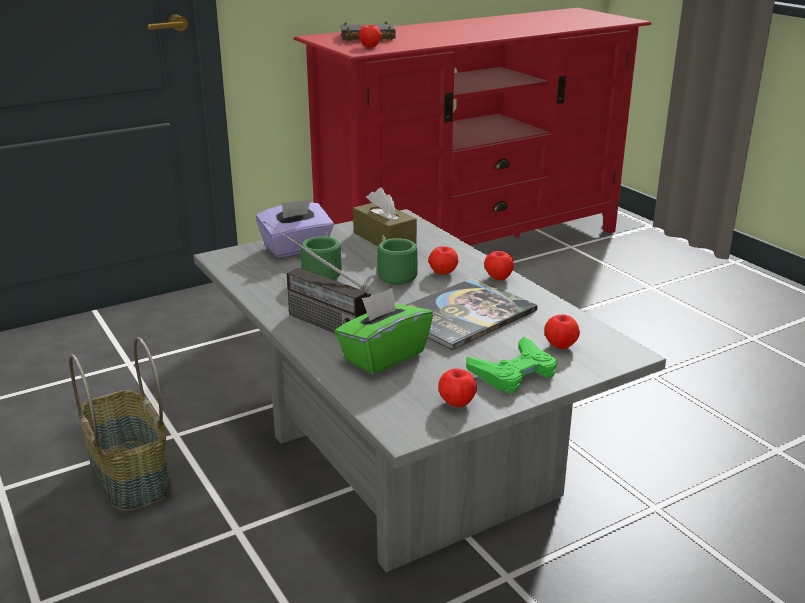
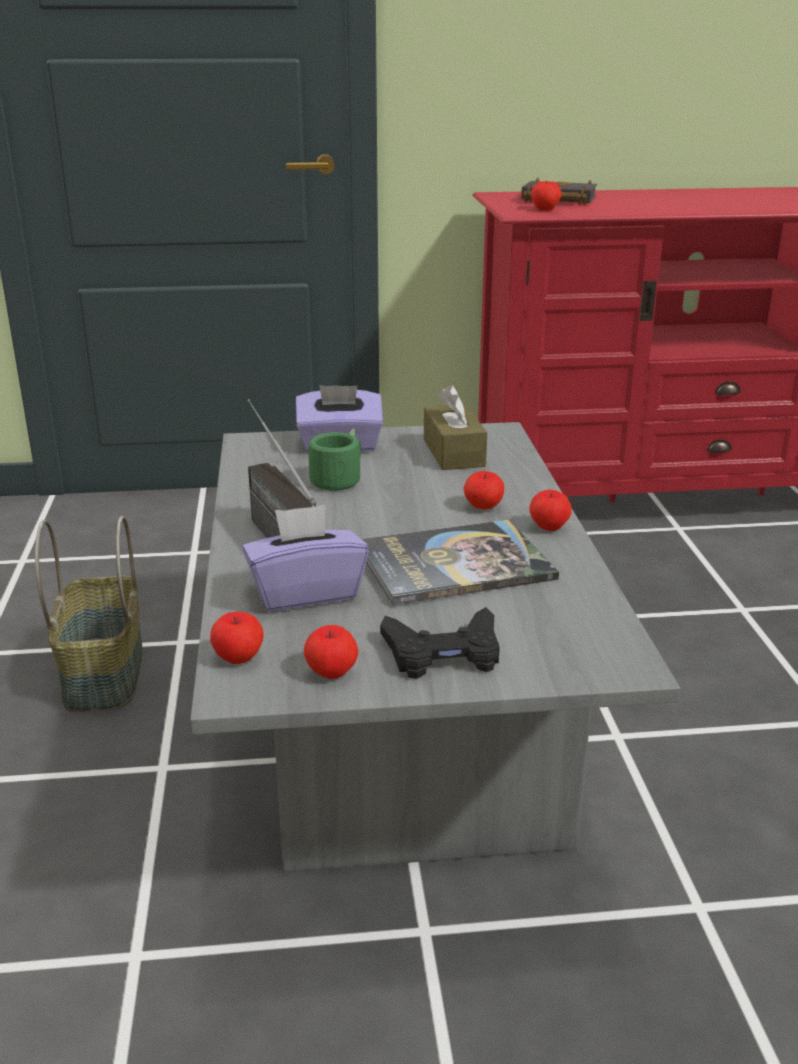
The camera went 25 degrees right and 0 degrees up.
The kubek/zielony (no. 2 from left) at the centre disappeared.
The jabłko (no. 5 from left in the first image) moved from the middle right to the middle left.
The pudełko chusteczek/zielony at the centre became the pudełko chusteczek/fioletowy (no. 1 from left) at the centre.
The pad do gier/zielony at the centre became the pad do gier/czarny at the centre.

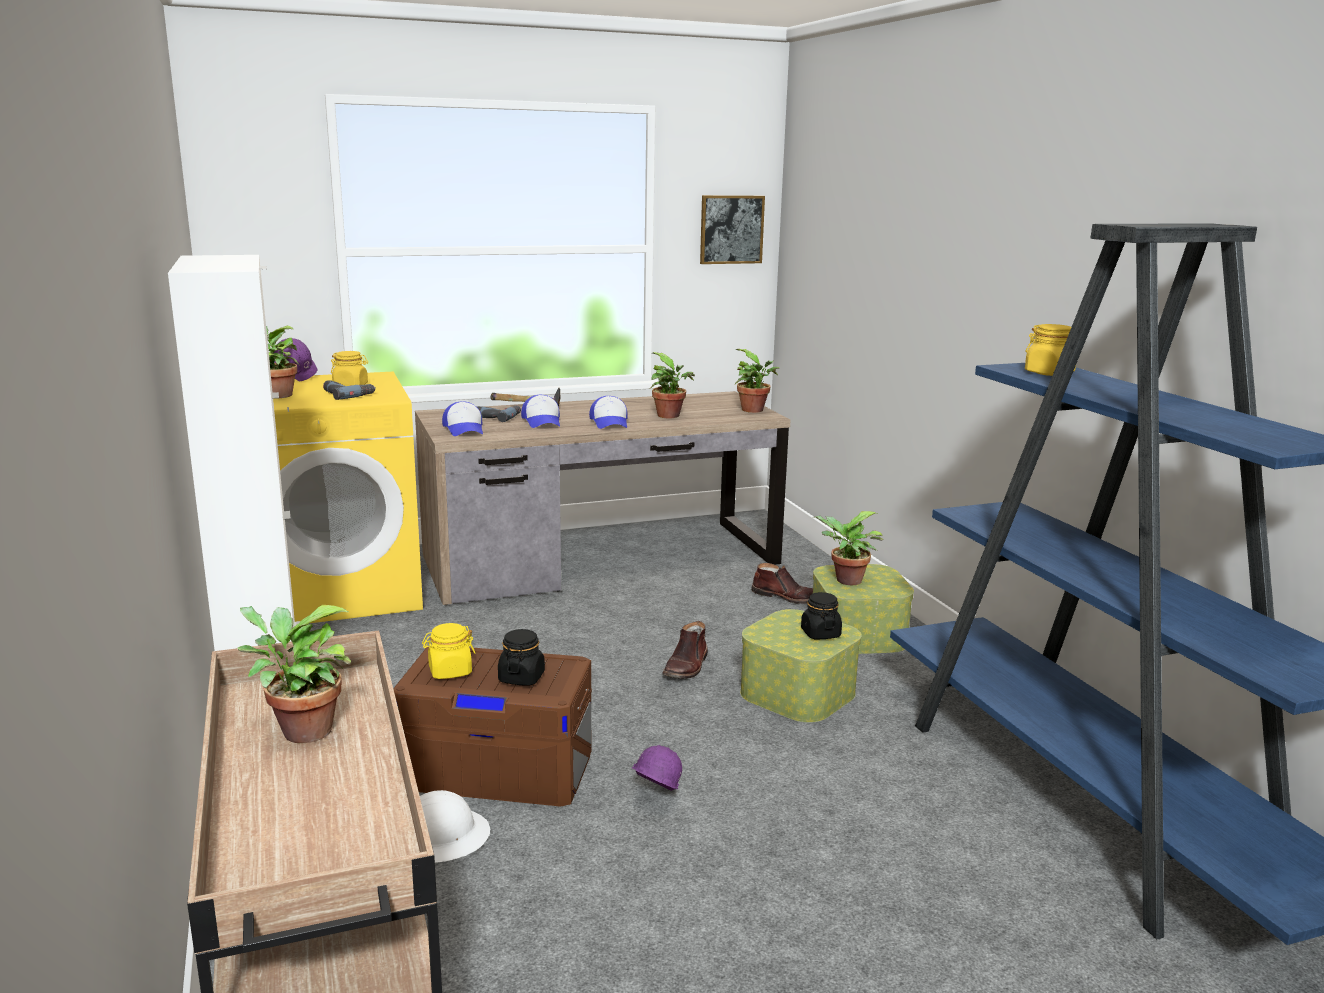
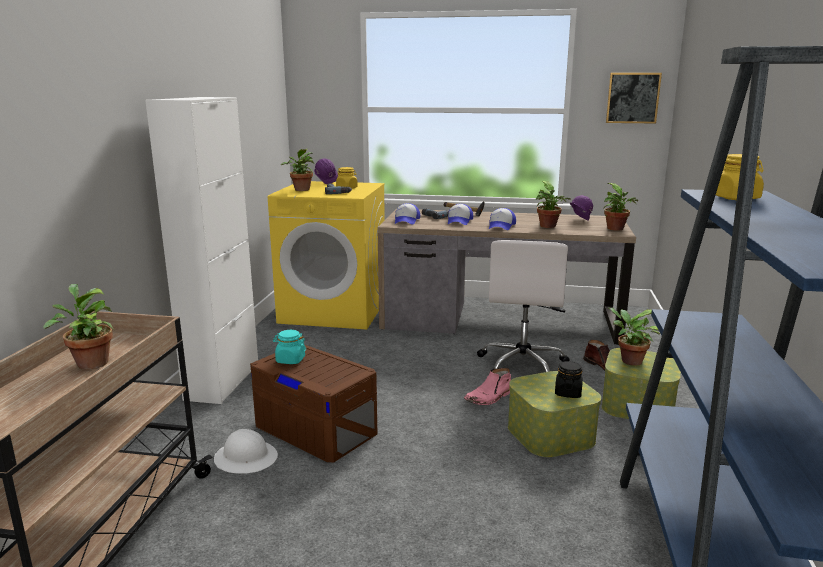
The camera went 30 degrees right and 0 degrees up.
The słoik/czarny (no. 1 from left) at the centre disappeared.
The krzesło biurowe/biały at the centre appeared.
The kask/fioletowy (no. 2 from left) moved from the bottom centre to the middle right.
The słoik/żółty (no. 2 from left) at the centre became the słoik/turkusowy at the centre.
The but z cholewką/brązowy (no. 1 from left) at the centre became the but z cholewką/różowy at the bottom centre.

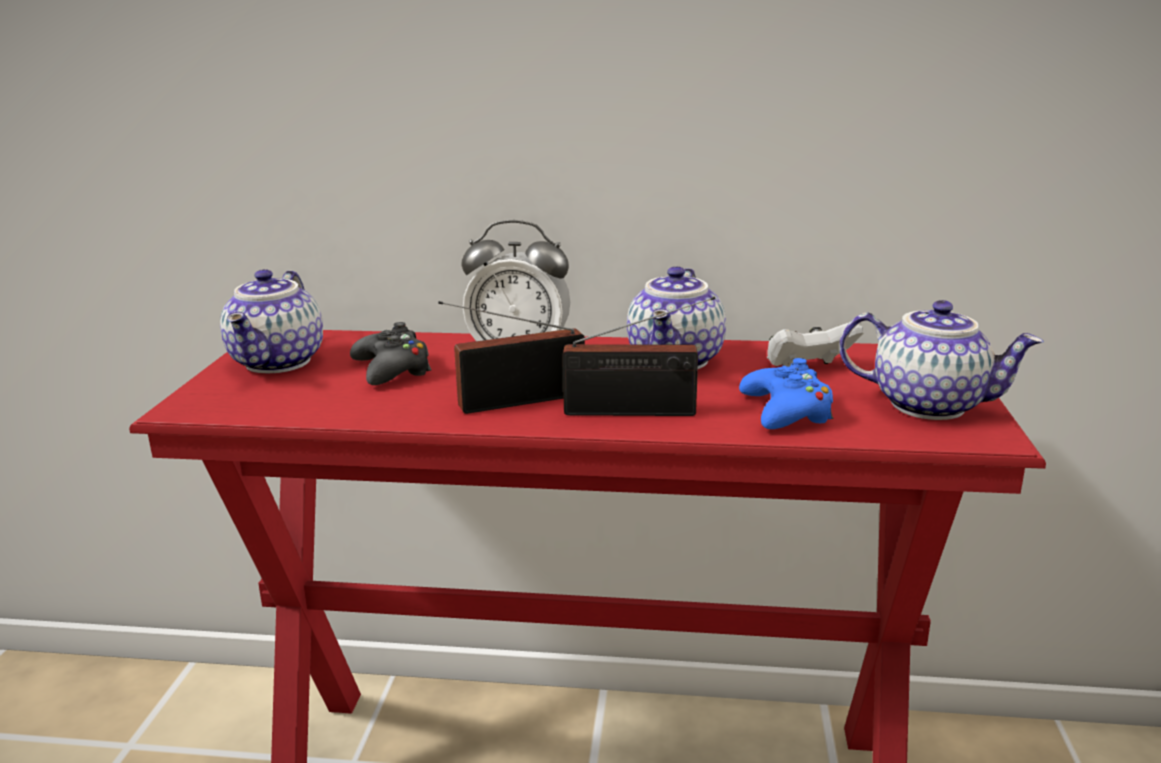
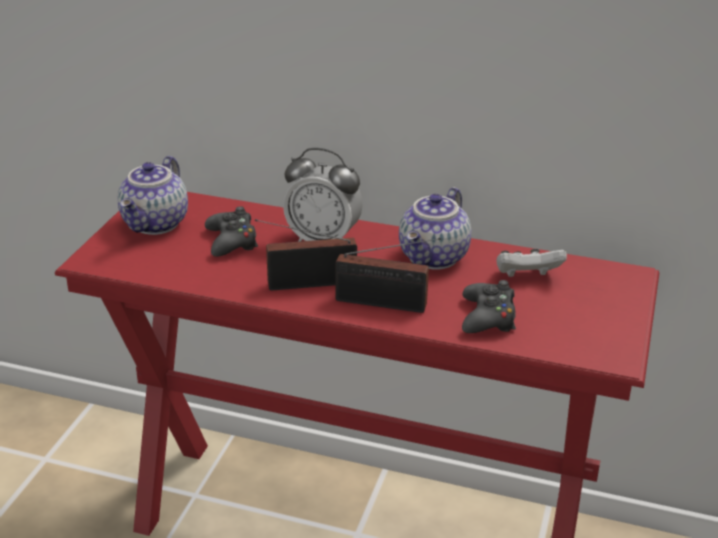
The camera went 10 degrees right and 10 degrees up.
The imbryk (no. 3 from left) at the middle right disappeared.
The pad do gier/niebieski at the middle right became the pad do gier/czarny (no. 2 from left) at the middle right.

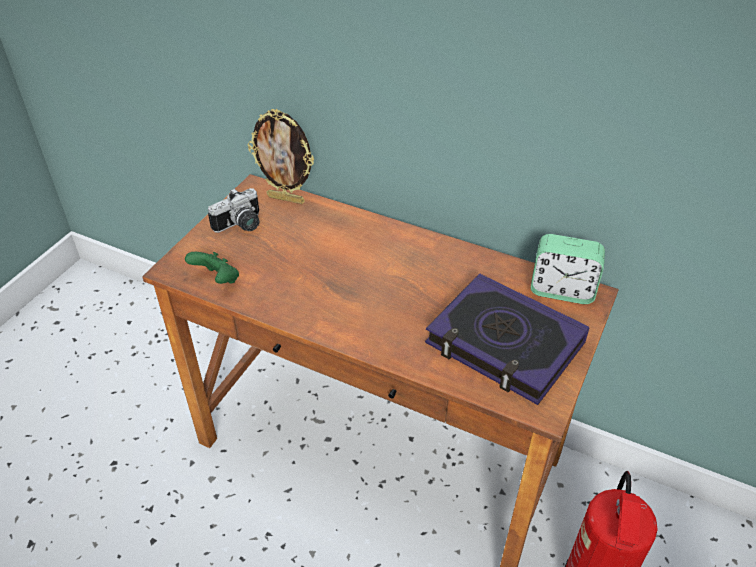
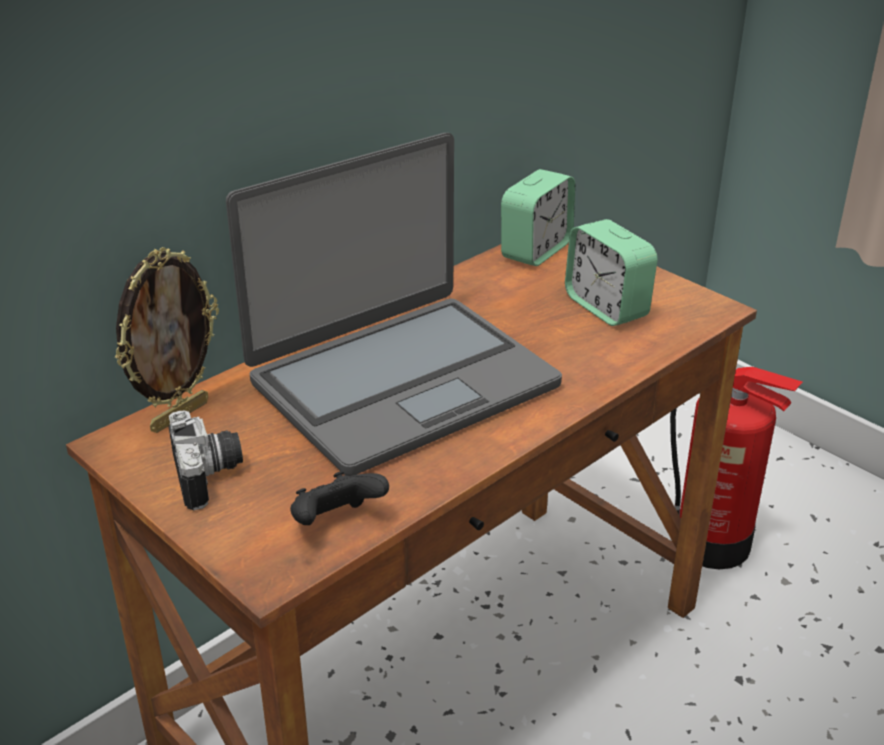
The camera went 70 degrees left and 10 degrees down.
The laptop at the centre appeared.
The książka at the middle right was replaced by the budzik (no. 2 from left) at the middle right.
The pad do gier/zielony at the middle left became the pad do gier/czarny at the bottom centre.

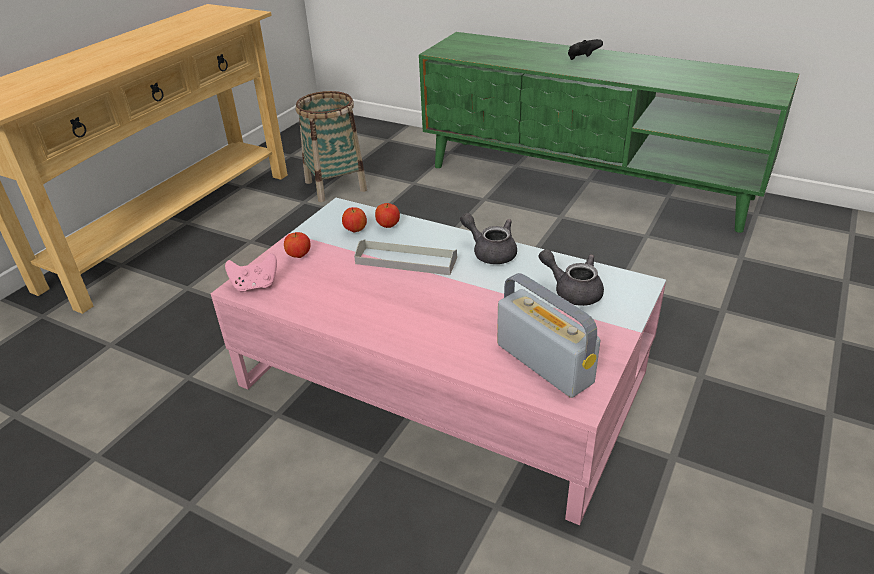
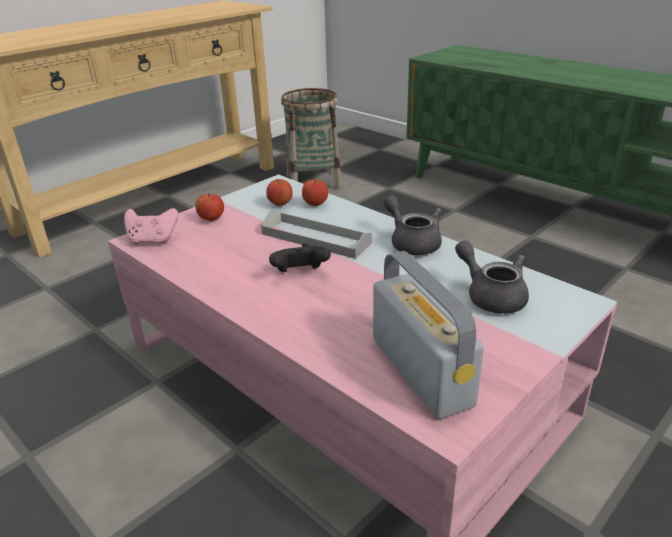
The camera went 15 degrees right and 5 degrees down.
The pad do gier/czarny moved from the top right to the centre.

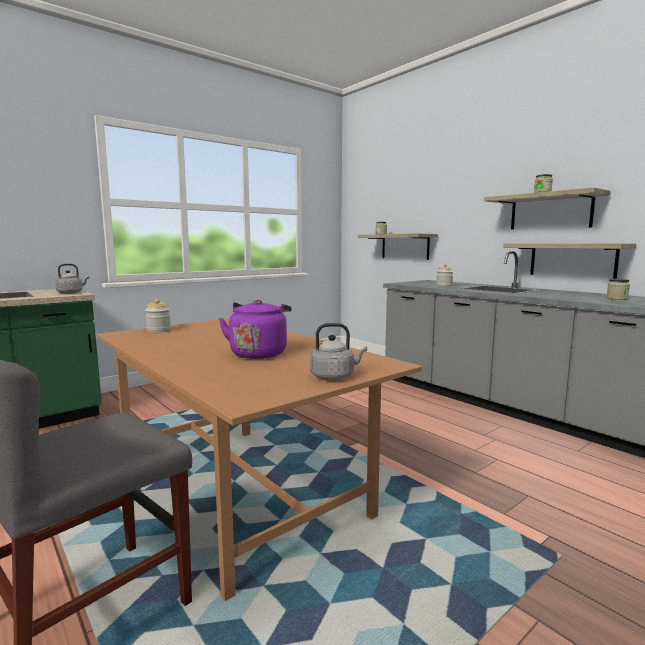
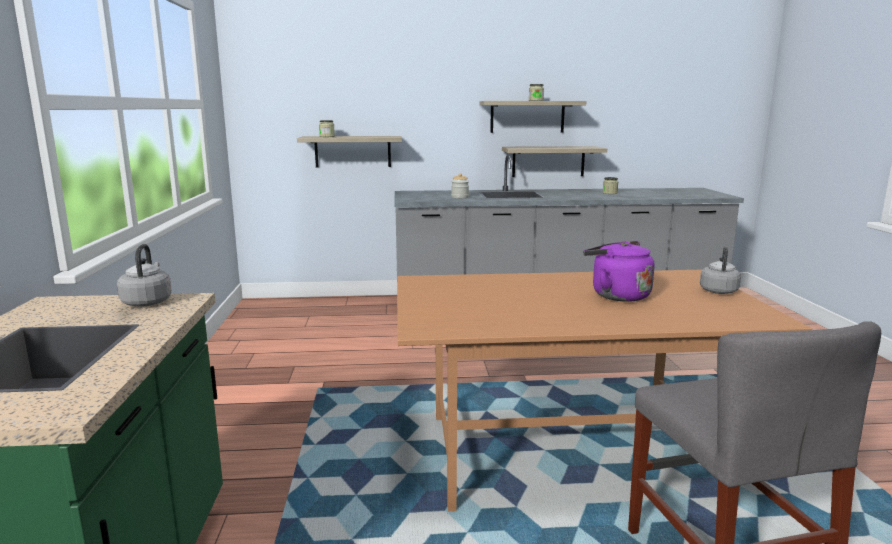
The camera went 55 degrees left and 5 degrees up.
The słoik (no. 1 from left) at the middle left disappeared.

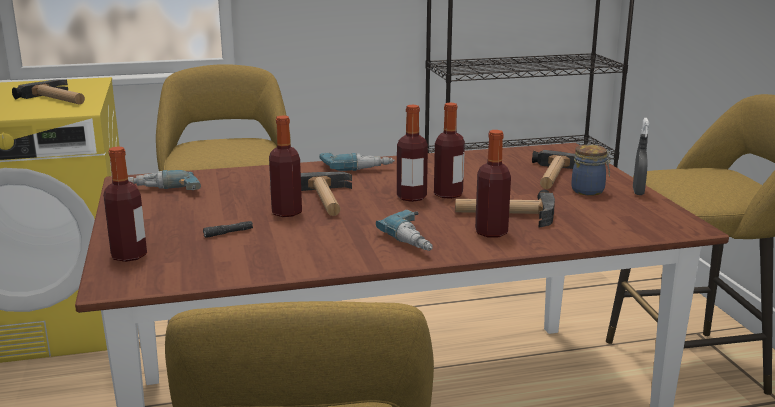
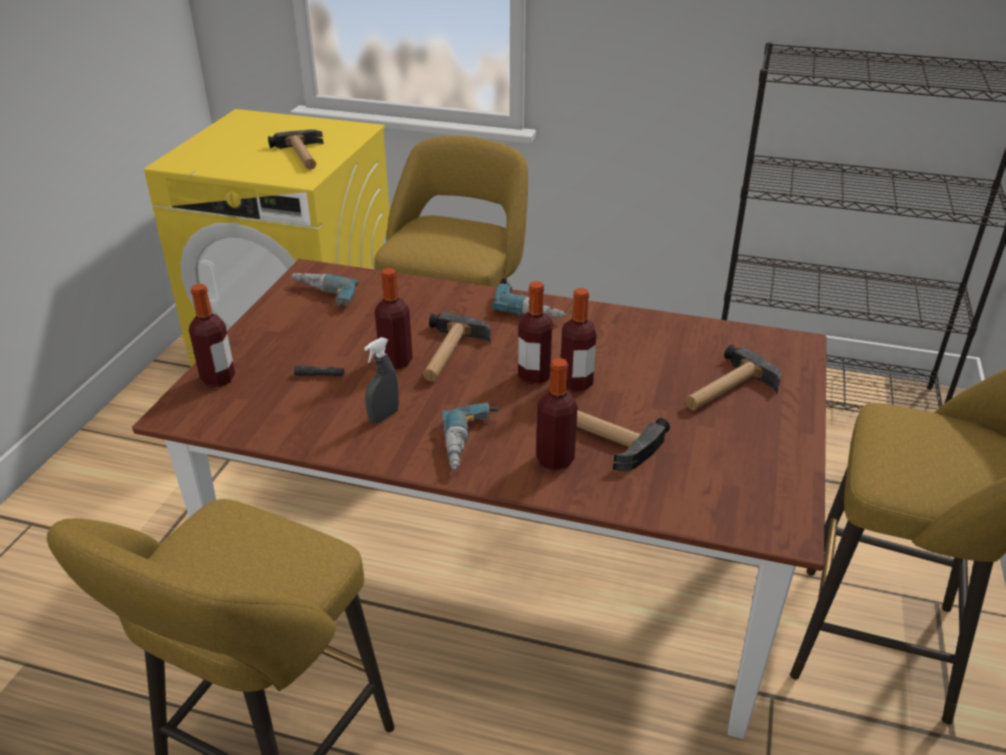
The camera went 30 degrees right and 15 degrees up.
The słoik at the middle right disappeared.
The spryskiwacz/szary moved from the middle right to the centre.

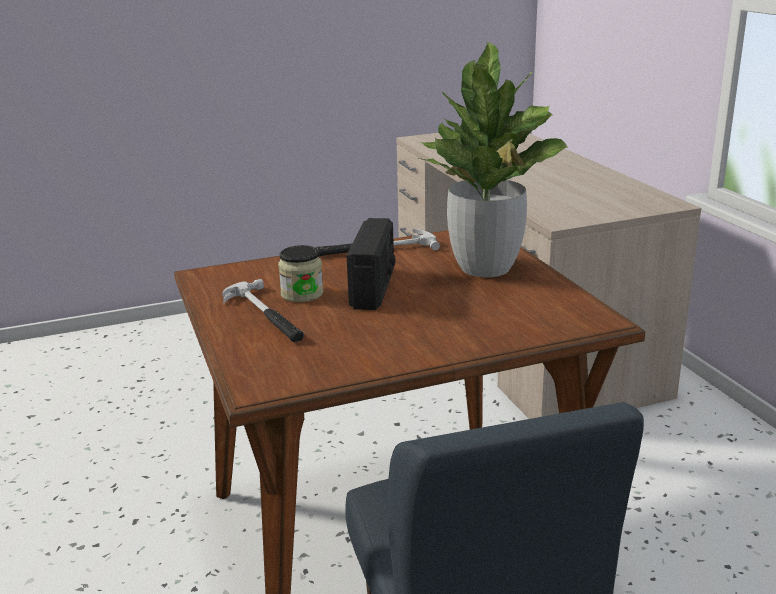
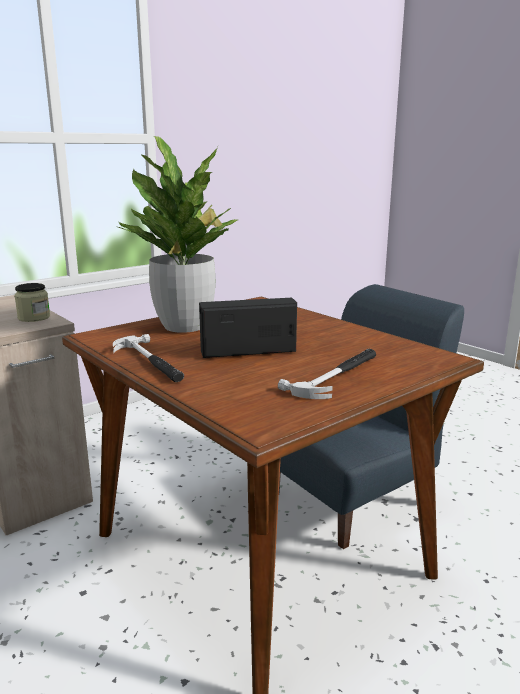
The camera went 110 degrees left and 5 degrees down.
The słoik moved from the centre to the middle left.

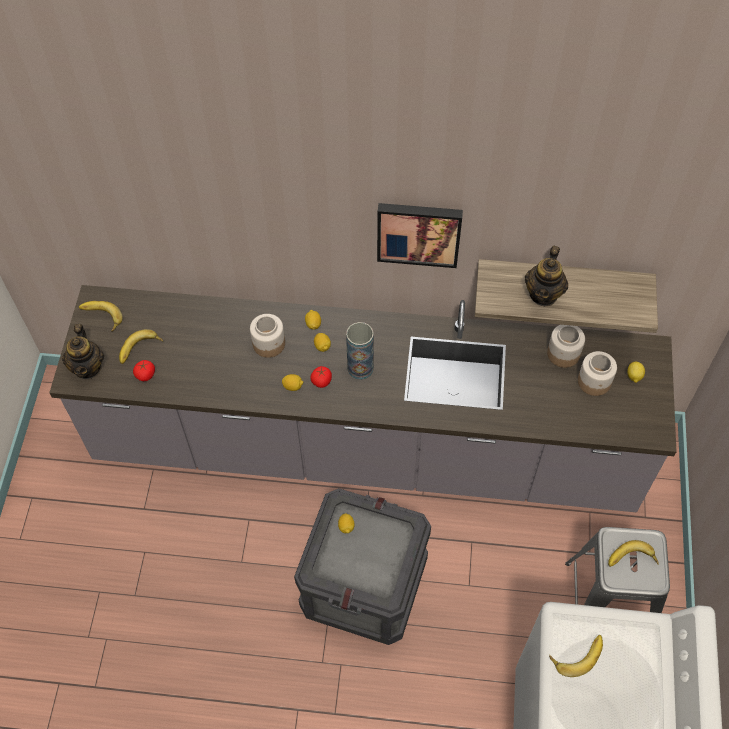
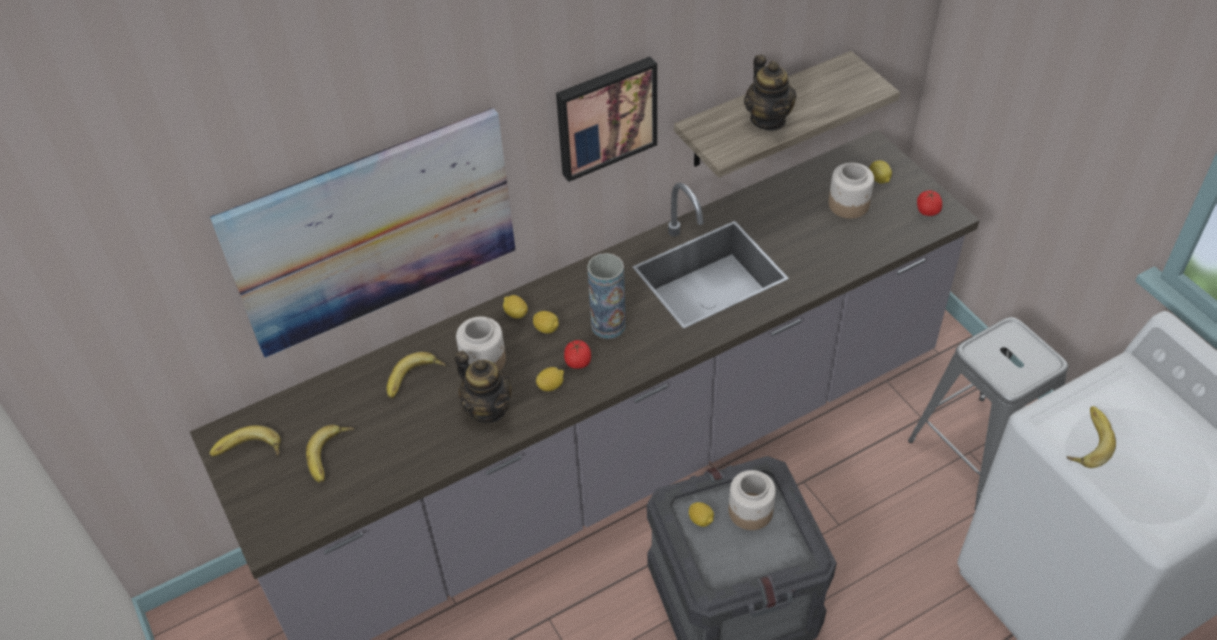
The camera went 35 degrees left and 10 degrees down.
The obraz (no. 1 from left) at the middle left appeared.
The imbryk (no. 1 from left) moved from the middle left to the centre.
The pomidor (no. 1 from left in the first image) moved from the middle left to the top right.
The słoik (no. 2 from left) moved from the middle right to the bottom centre.
The banan (no. 4 from left in the first image) moved from the bottom right to the centre.

